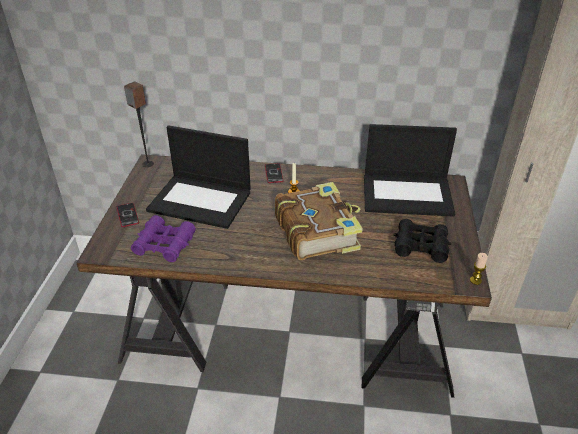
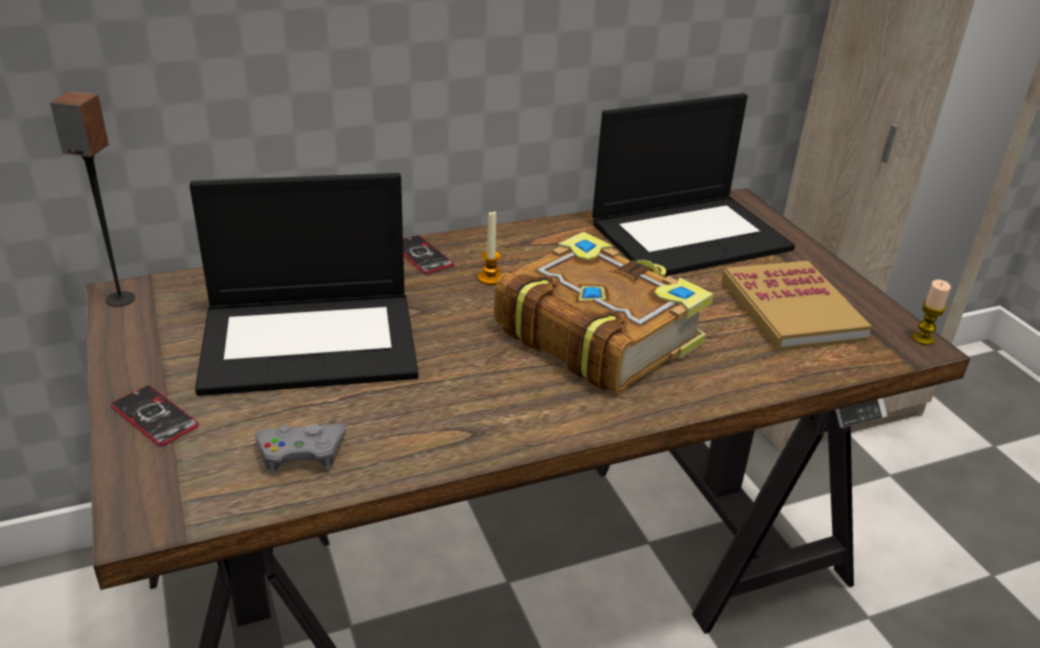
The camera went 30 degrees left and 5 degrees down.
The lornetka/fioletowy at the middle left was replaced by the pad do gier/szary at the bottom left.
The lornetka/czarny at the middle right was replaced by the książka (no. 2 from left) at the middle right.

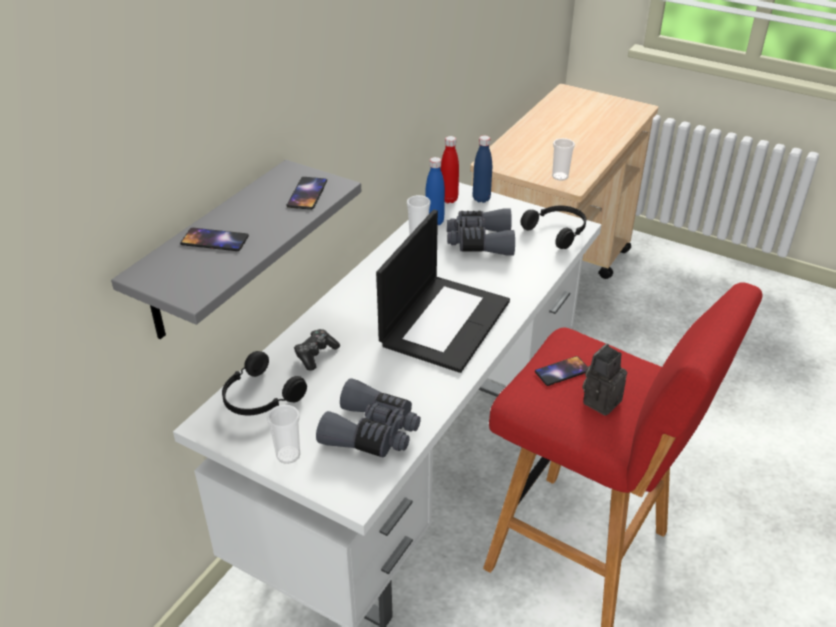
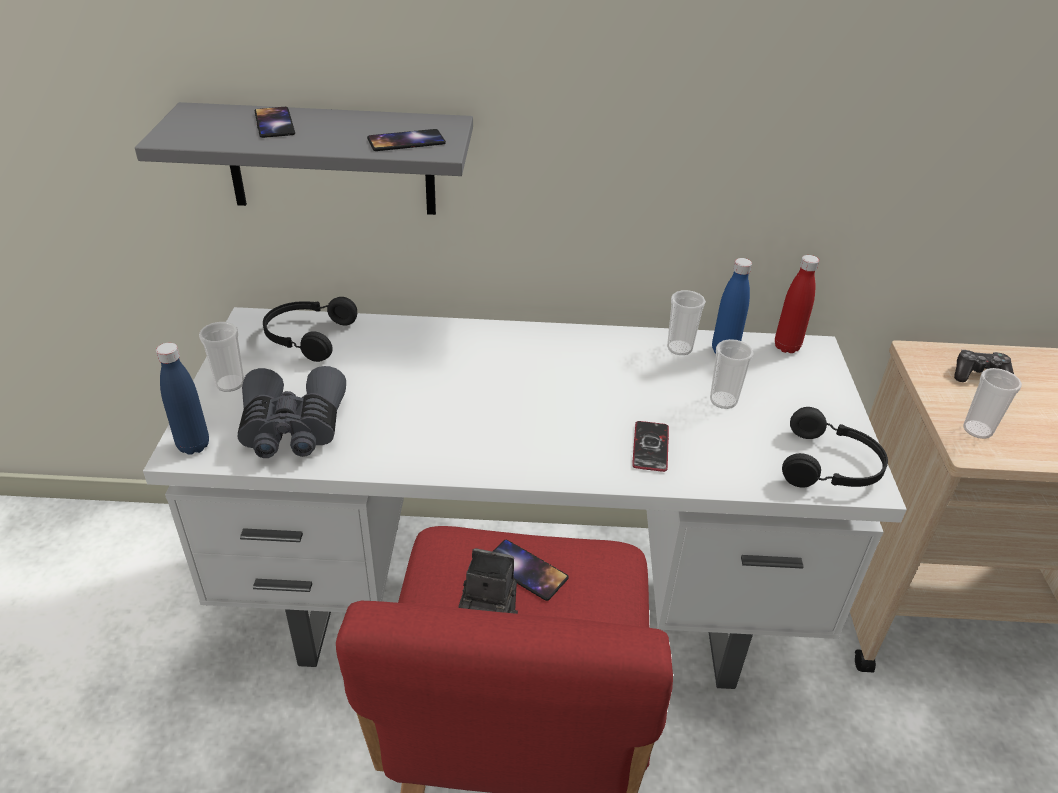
The camera went 60 degrees right and 0 degrees up.
The laptop at the centre disappeared.
The telefon (no. 4 from left) at the centre appeared.
The pad do gier moved from the centre to the middle right.
The butelka/niebieski (no. 2 from left in the first image) moved from the top centre to the middle left.
The lornetka/szary (no. 2 from left) at the centre was replaced by the filiżanka (no. 3 from left) at the middle right.

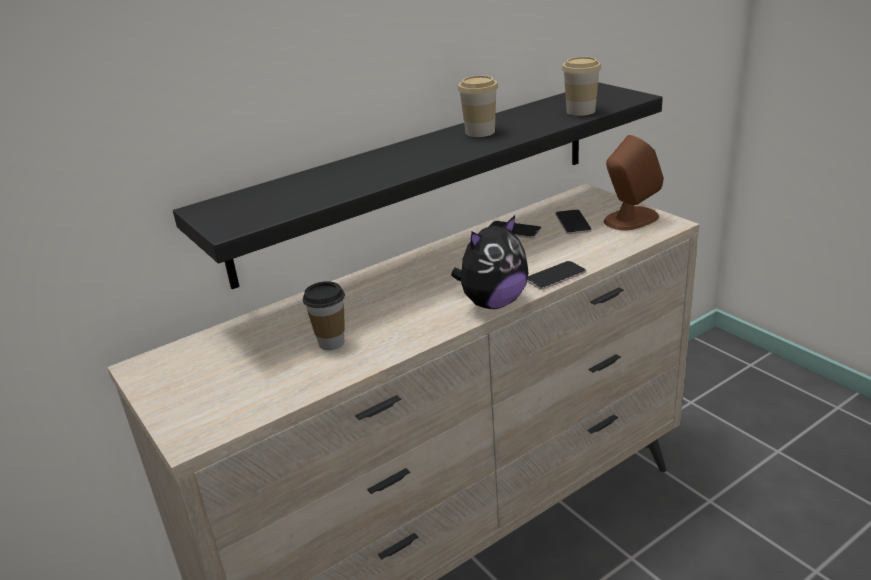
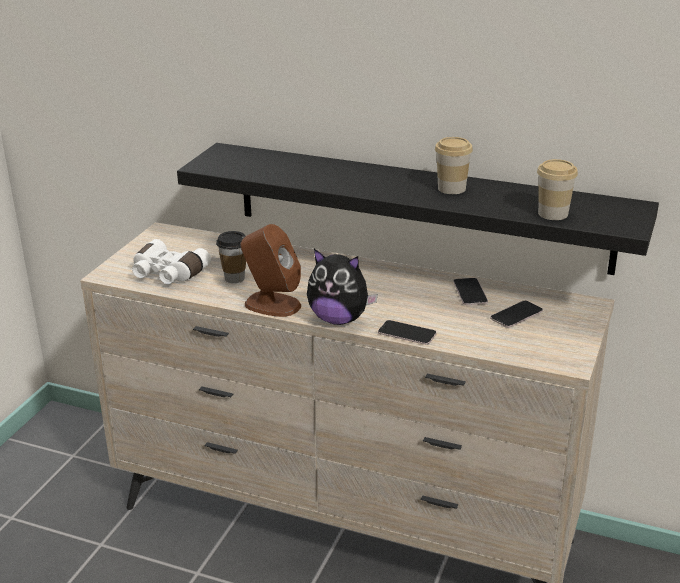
The camera went 55 degrees right and 0 degrees up.
The lornetka/biały at the middle left appeared.
The głośnik/brązowy moved from the top right to the centre.

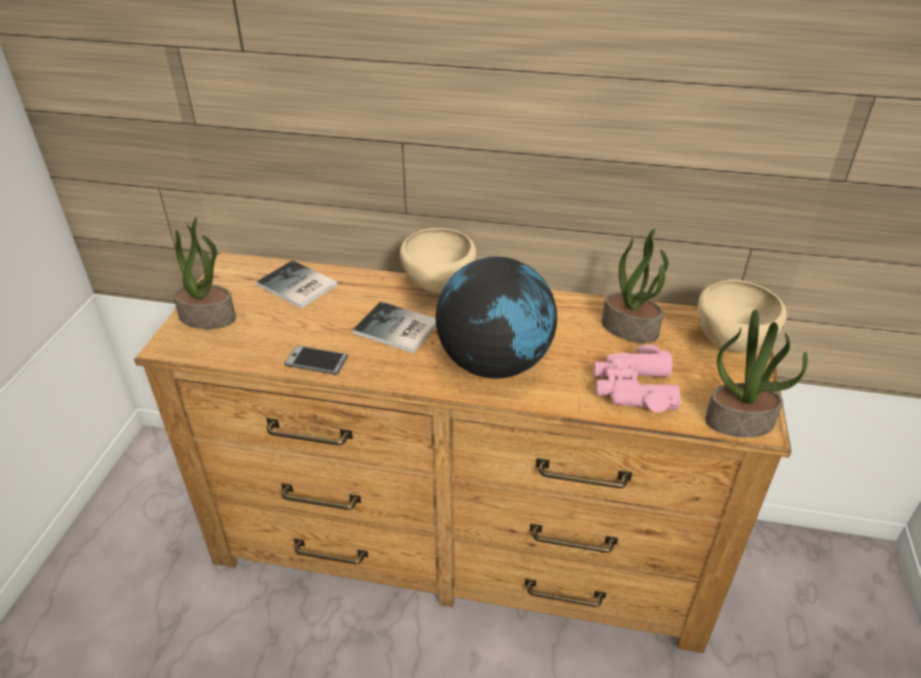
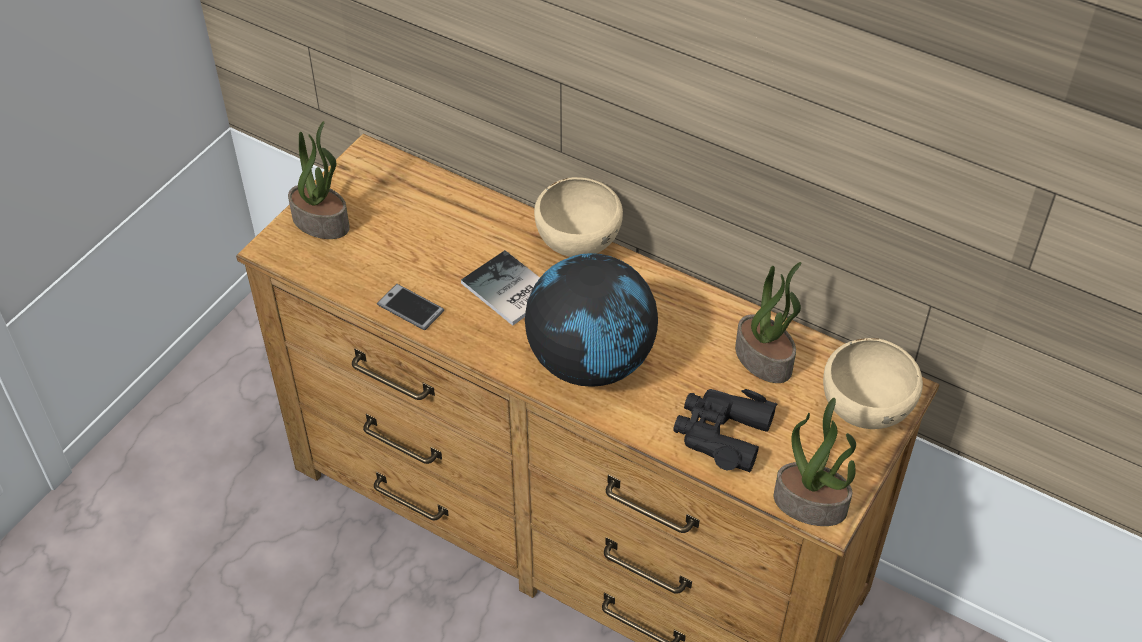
The camera went 20 degrees right and 10 degrees up.
The książka (no. 1 from left) at the middle left disappeared.
The lornetka/różowy at the middle right became the lornetka/czarny at the bottom centre.

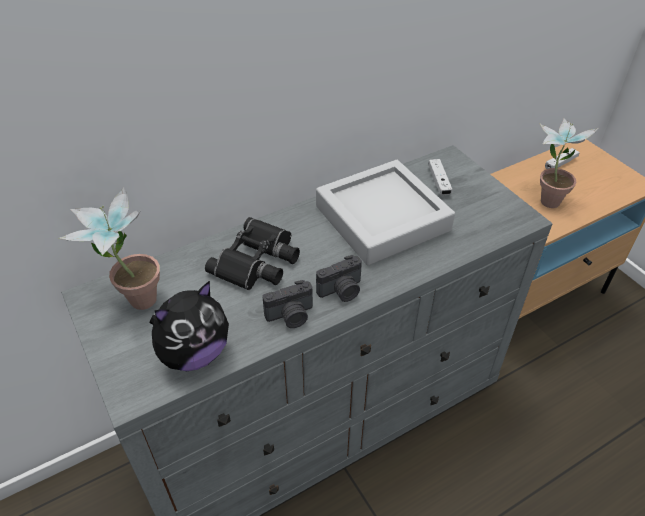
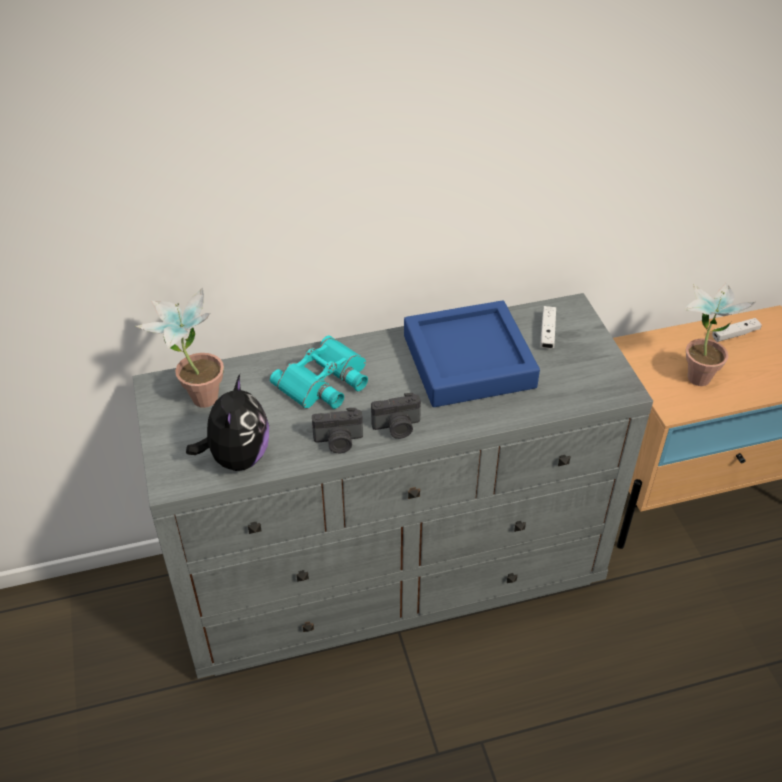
The camera went 15 degrees right and 0 degrees up.
The lornetka/czarny at the centre became the lornetka/turkusowy at the centre.
The taca/szary at the centre became the taca/niebieski at the centre.
The pluszak at the middle left turned 60 degrees counterclockwise.

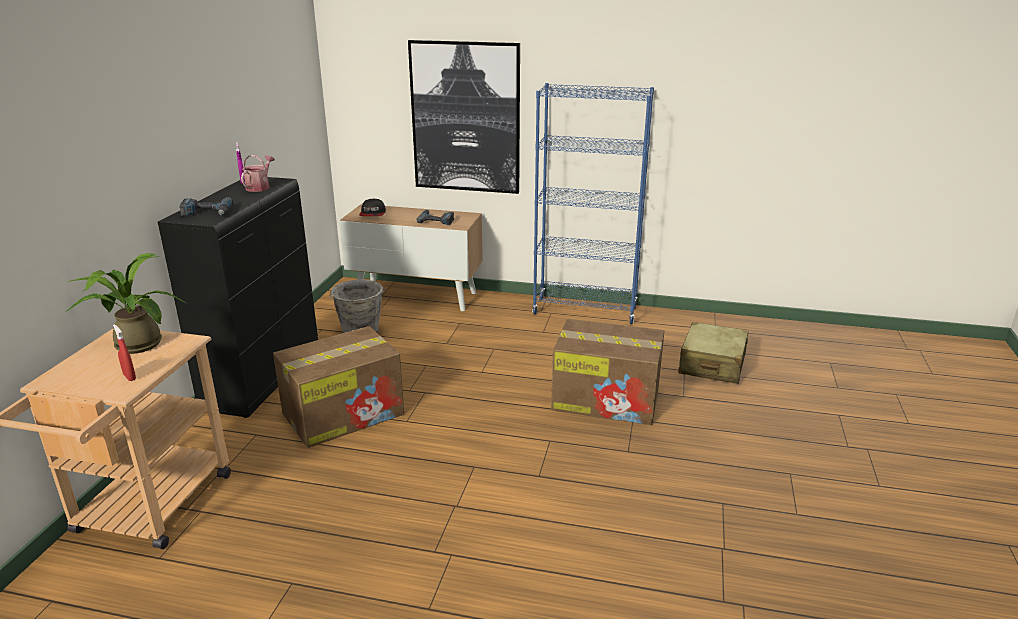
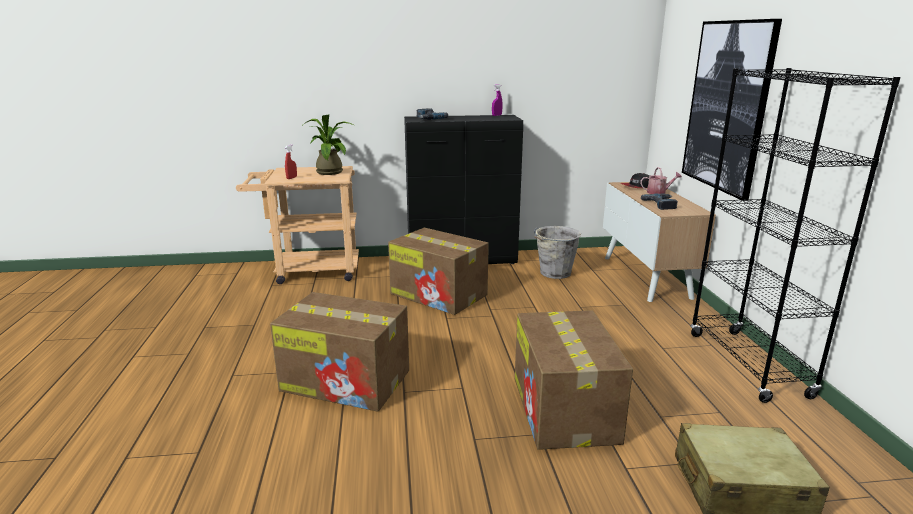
The camera went 70 degrees right and 5 degrees down.
The karton (no. 1 from left) at the bottom centre appeared.
The konewka moved from the top left to the middle right.
The regał/niebieski at the top centre became the regał/czarny at the middle right.

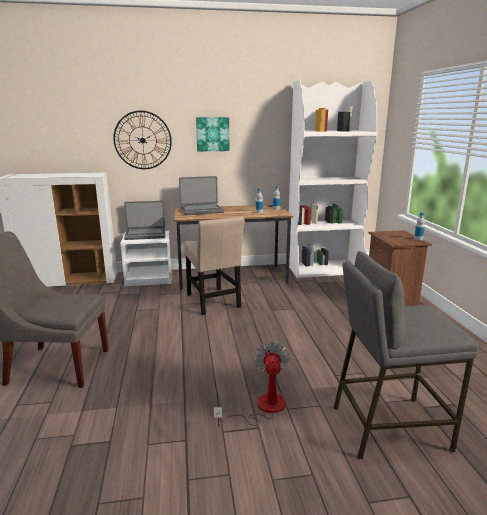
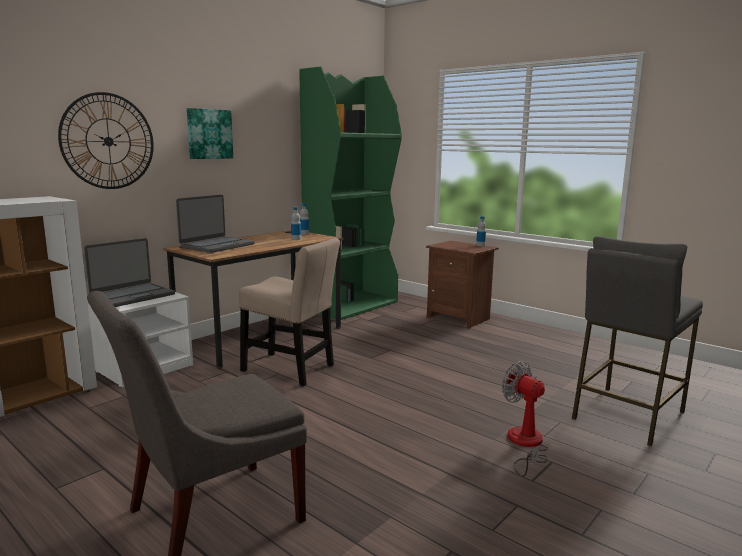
The camera went 40 degrees left and 5 degrees down.
The regał/biały at the middle right became the regał/zielony at the centre.

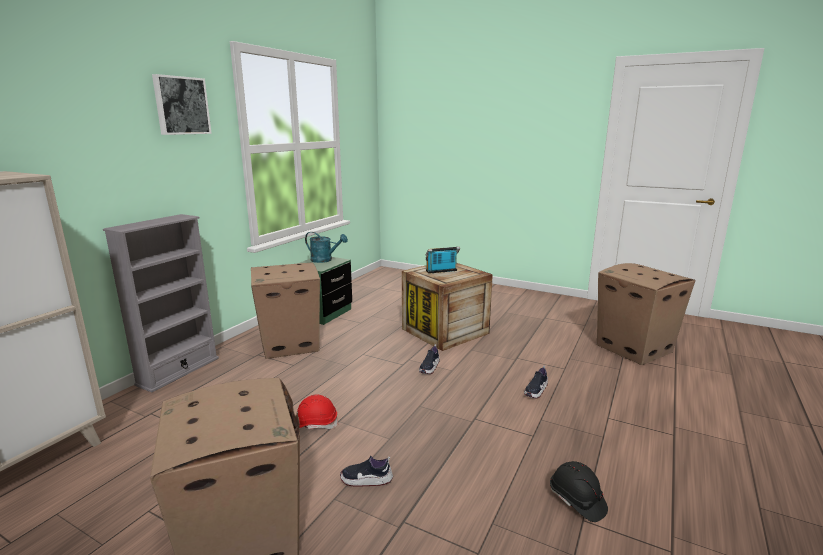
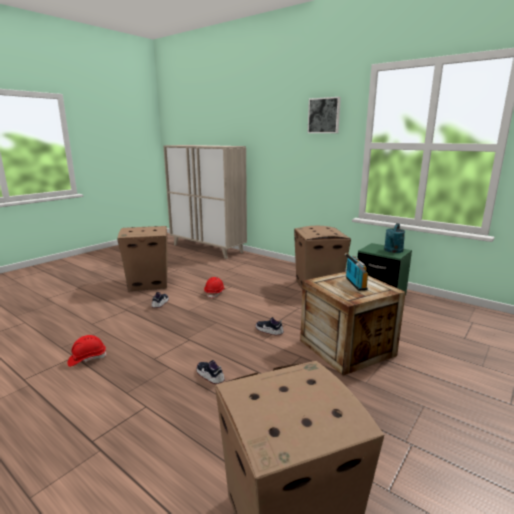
The camera went 100 degrees right and 0 degrees up.
The regał/szary at the middle left disappeared.
The kask/czarny at the bottom right became the kask/czerwony (no. 1 from left) at the bottom left.

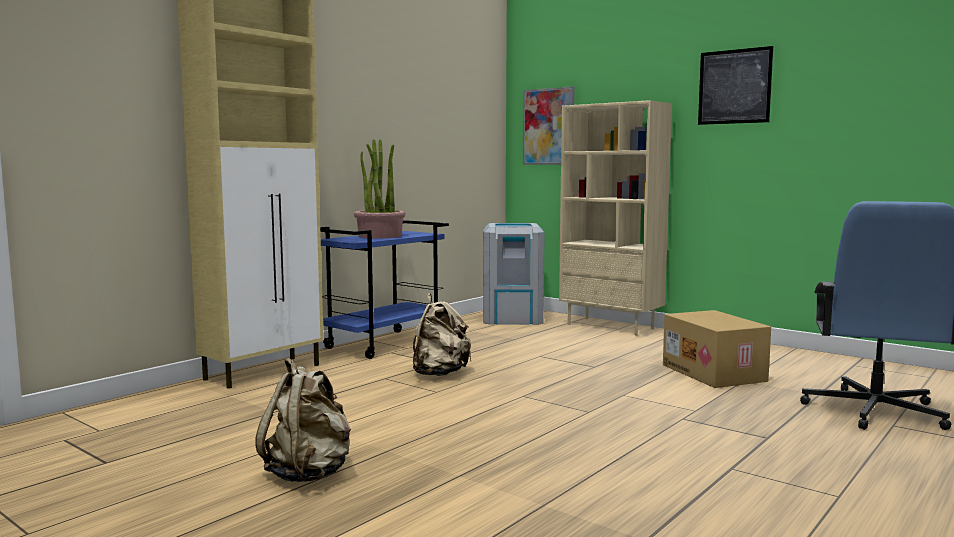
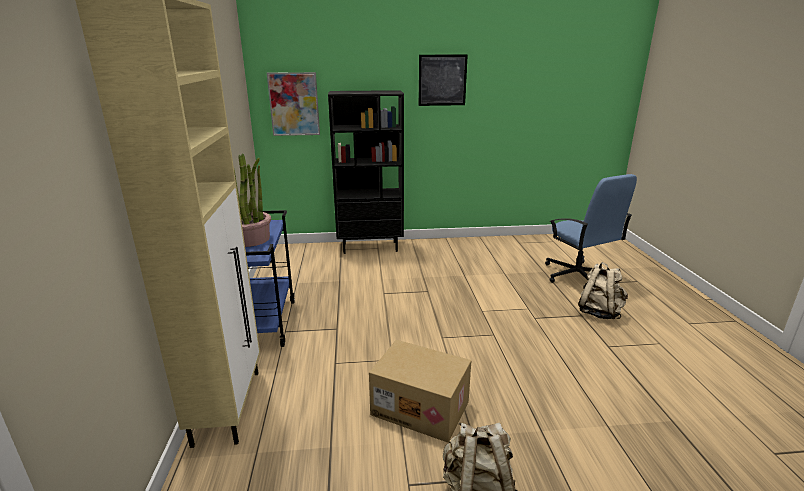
The camera went 45 degrees left and 15 degrees up.
The kosz na śmieci/szary at the centre disappeared.
The plecak/beżowy (no. 2 from left) moved from the centre to the middle right.
The karton moved from the middle right to the bottom centre.
The regał/beżowy at the centre became the regał/czarny at the centre.

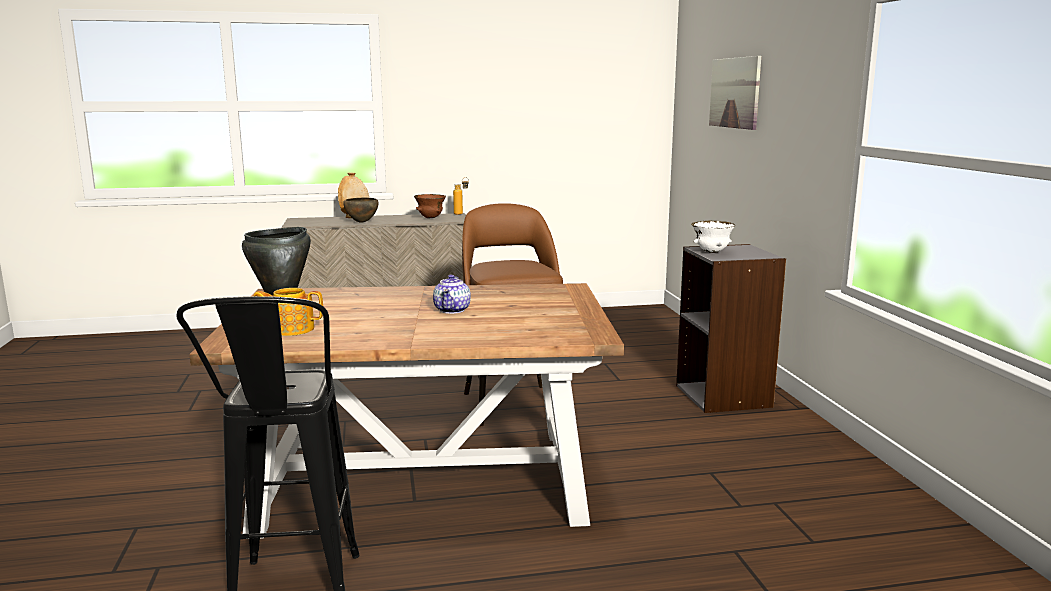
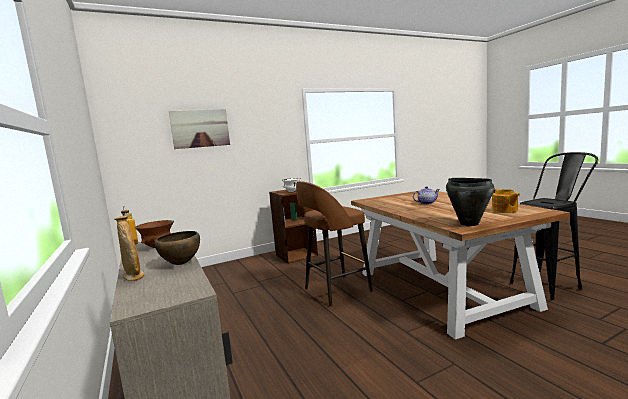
The camera went 105 degrees left and 5 degrees down.
The regał/szary at the middle right became the regał/brązowy at the centre.

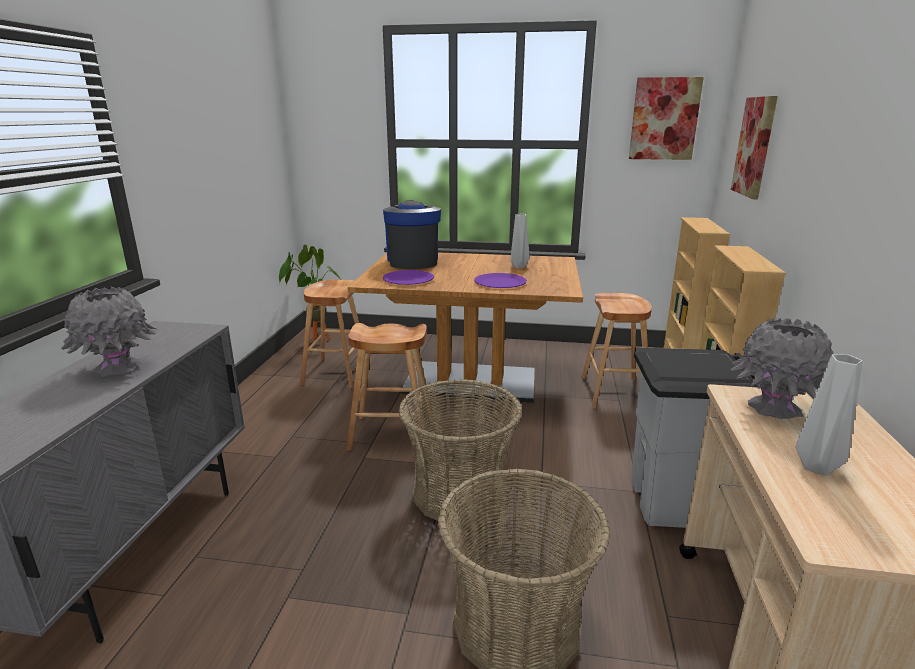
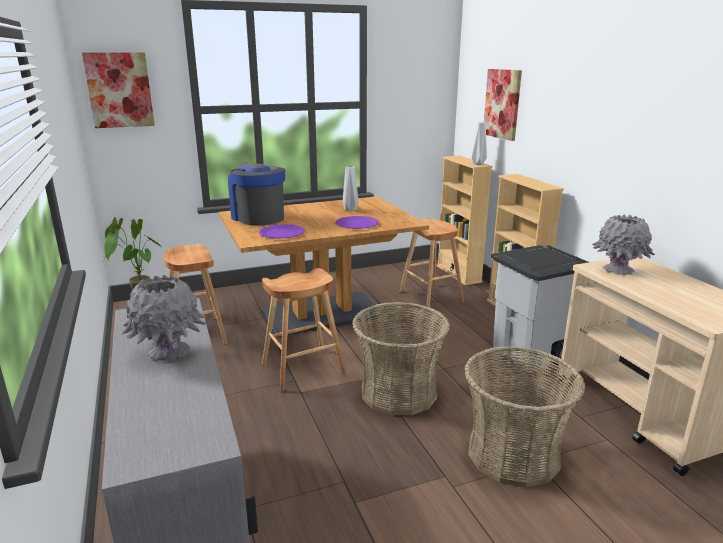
The camera went 30 degrees left and 0 degrees up.
The obraz (no. 1 from left) moved from the top right to the top left.
The wazon/szary (no. 4 from left in the first image) moved from the middle right to the top centre.

